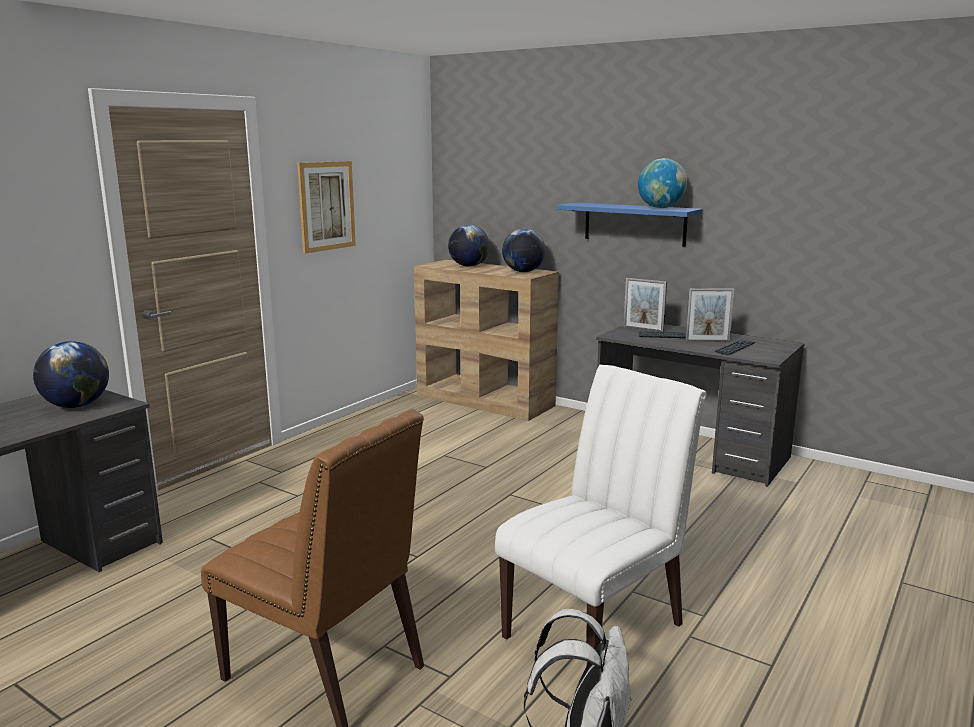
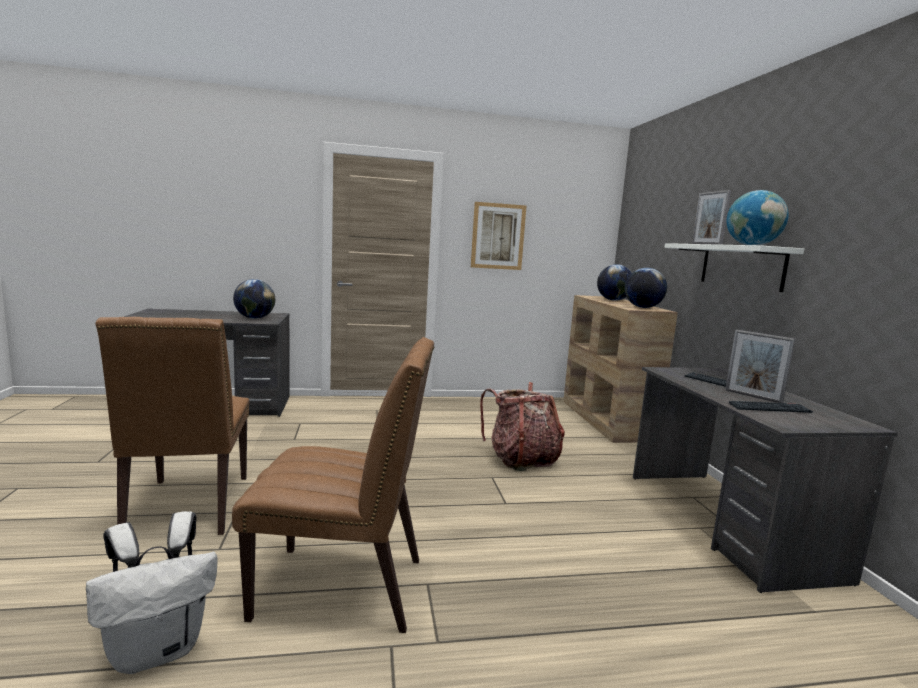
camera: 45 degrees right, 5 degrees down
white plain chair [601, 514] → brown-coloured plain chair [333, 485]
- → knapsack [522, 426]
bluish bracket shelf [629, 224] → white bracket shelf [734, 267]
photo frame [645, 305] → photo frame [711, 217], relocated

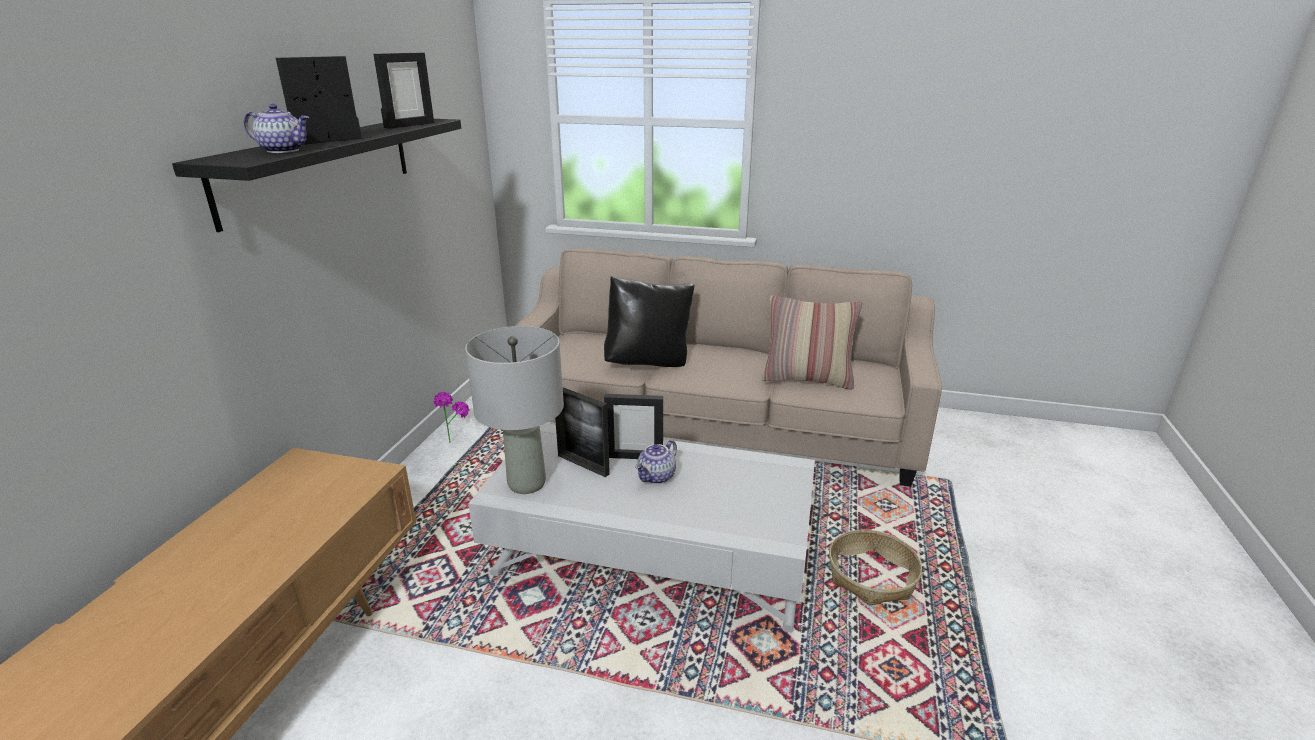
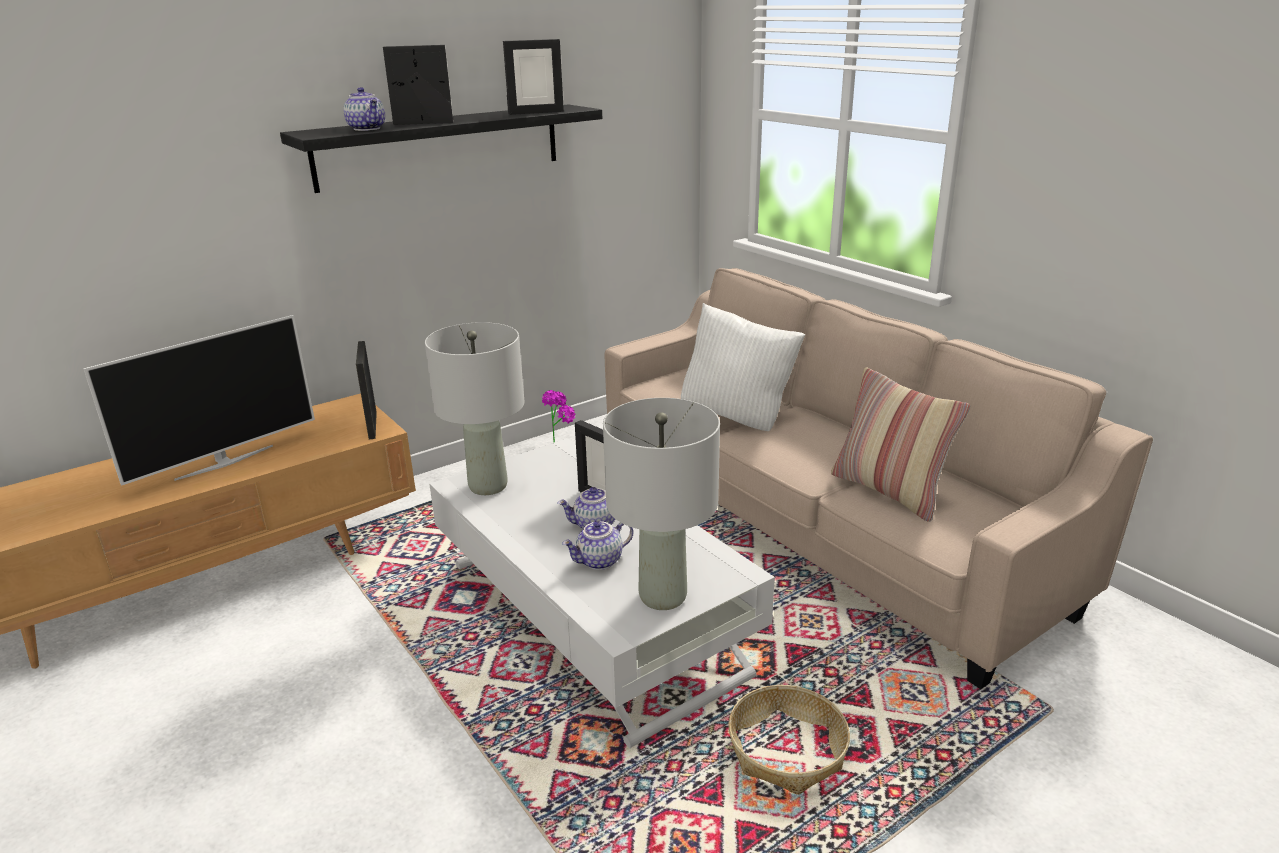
camera: 40 degrees right, 0 degrees up
- → TV [199, 400]
photo frame [582, 432] → photo frame [366, 390], relocated
- → pot for tea [597, 545]
- → gray lamp for a table [661, 504]
black pillow [649, 321] → white pillow [743, 367]

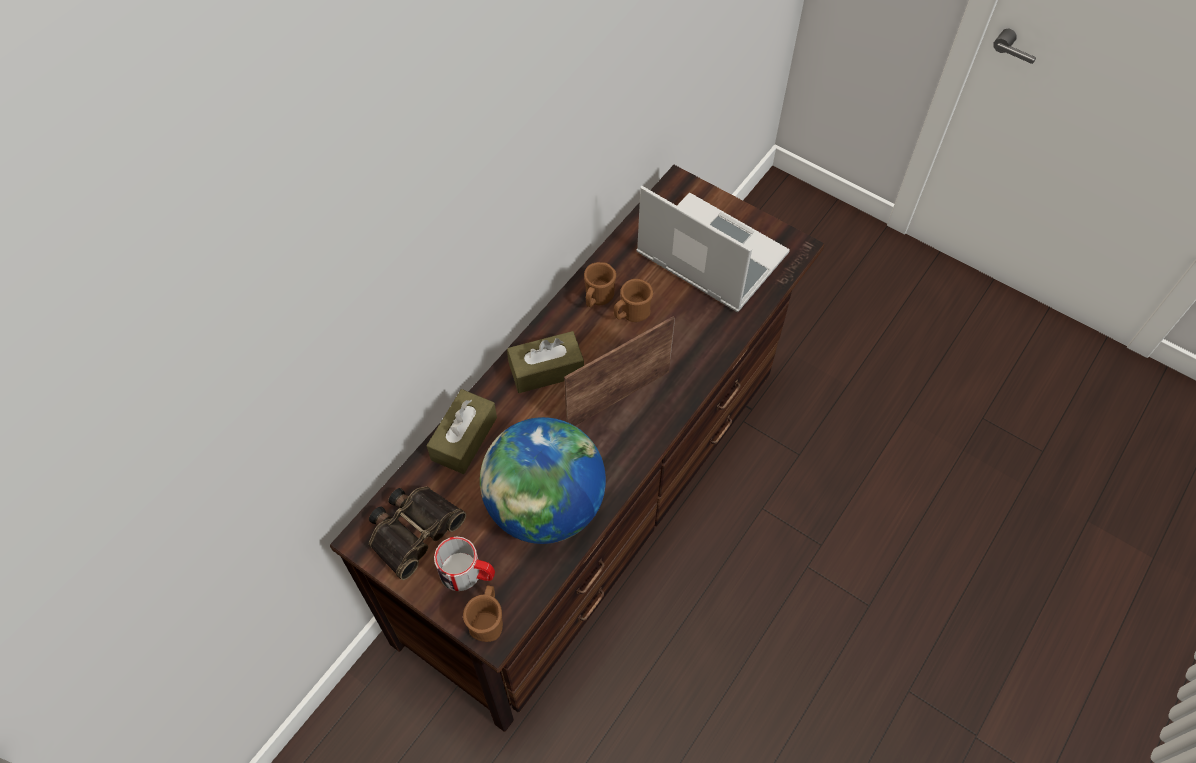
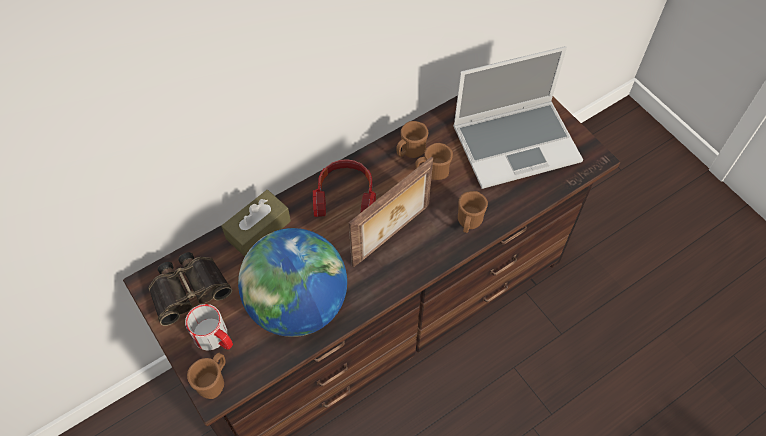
camera: 20 degrees right, 0 degrees up
brown-coloured box of tissues [545, 362] → pair of headphones [344, 188]
photo frame [619, 371] → photo frame [391, 212], 150 degrees clockwise
portable computer [713, 249] → portable computer [518, 117], 105 degrees clockwise
- → brown-coloured coffee mug [473, 212]

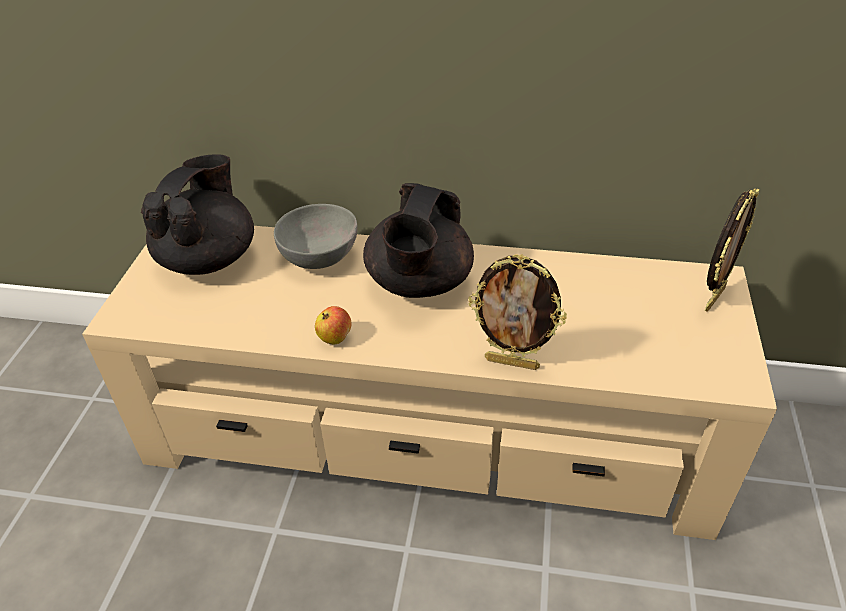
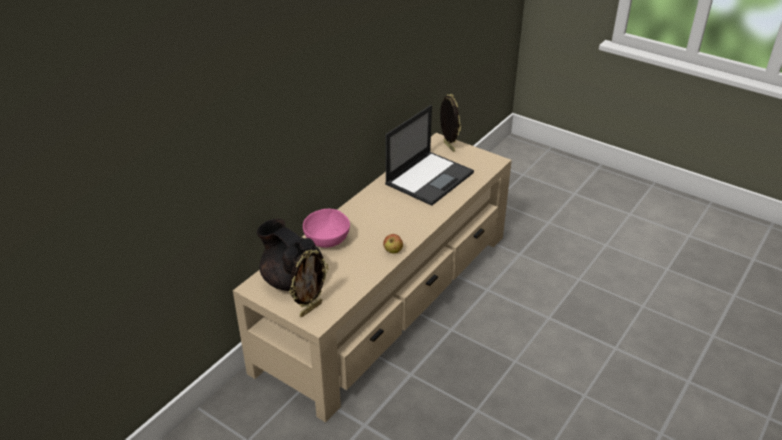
camera: 65 degrees left, 5 degrees down
photo frame [517, 312] → photo frame [309, 283], relocated
gray bowl [316, 236] → pinkish bowl [326, 228]
- → portable computer [429, 155]
black pot for tea [418, 240] → -

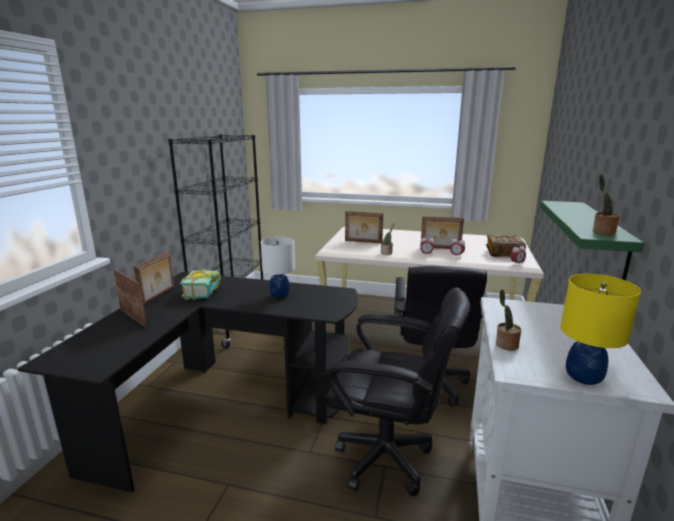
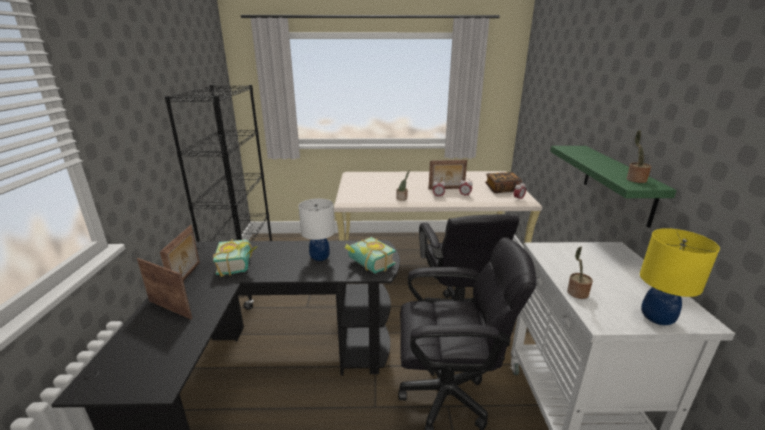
camera: 15 degrees left, 5 degrees up
- → volume [370, 255]
photo frame [364, 227] → -

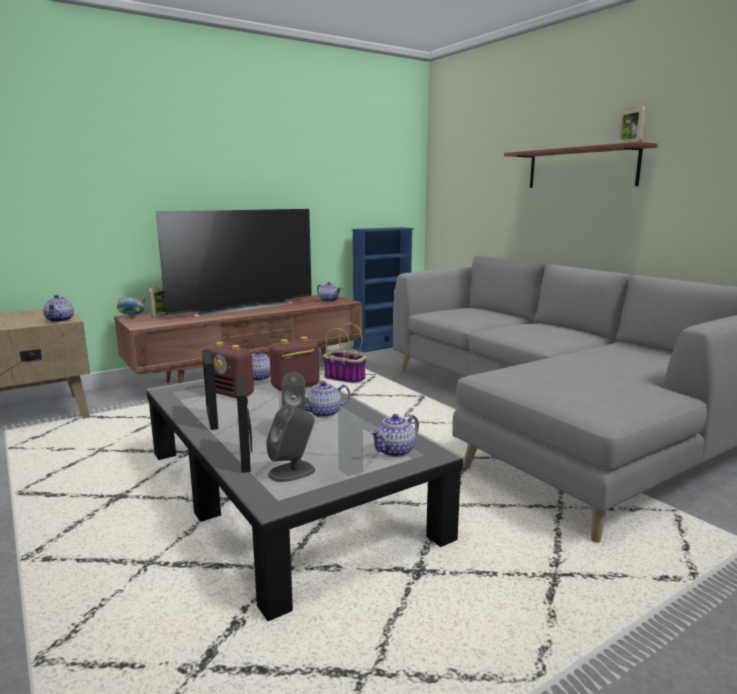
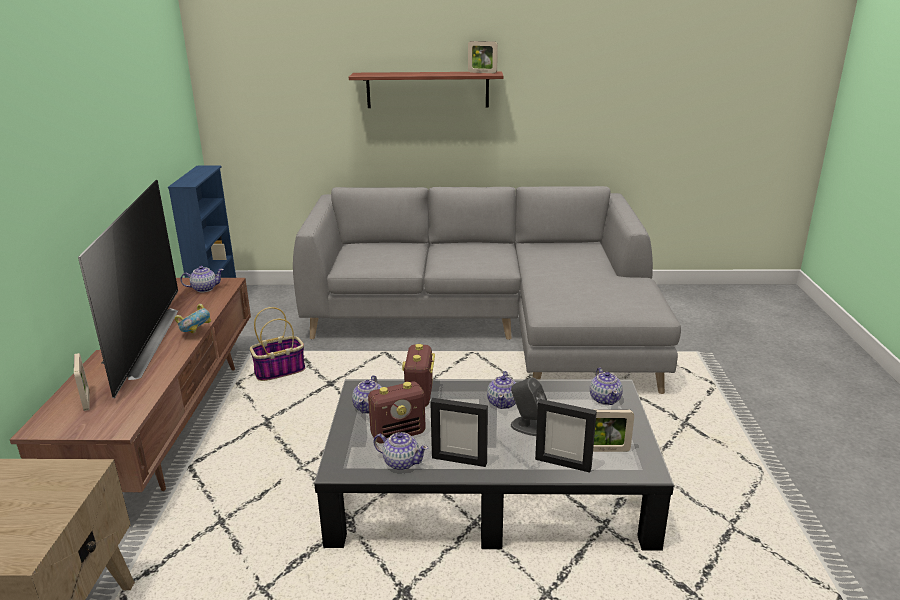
camera: 55 degrees left, 10 degrees up
bowl [131, 307] → bowl [192, 319], relocated
pot for tea [58, 308] → pot for tea [400, 451], relocated
gray audio speaker [290, 443] → photo frame [613, 430]

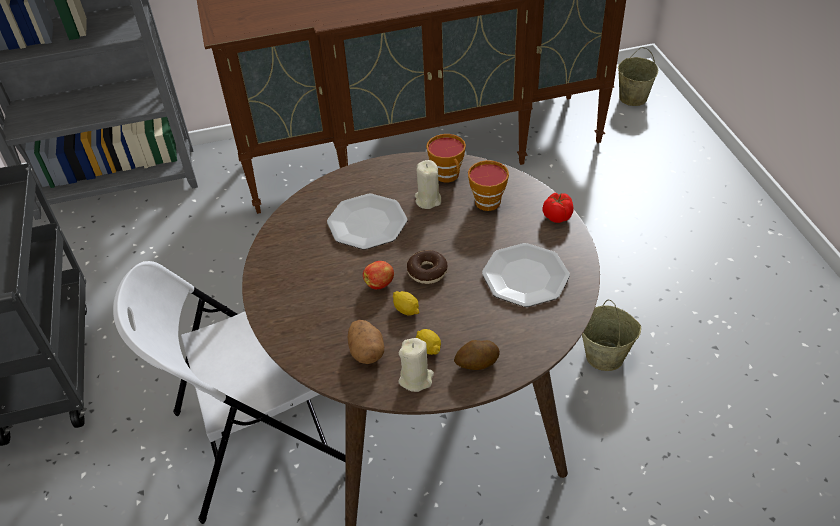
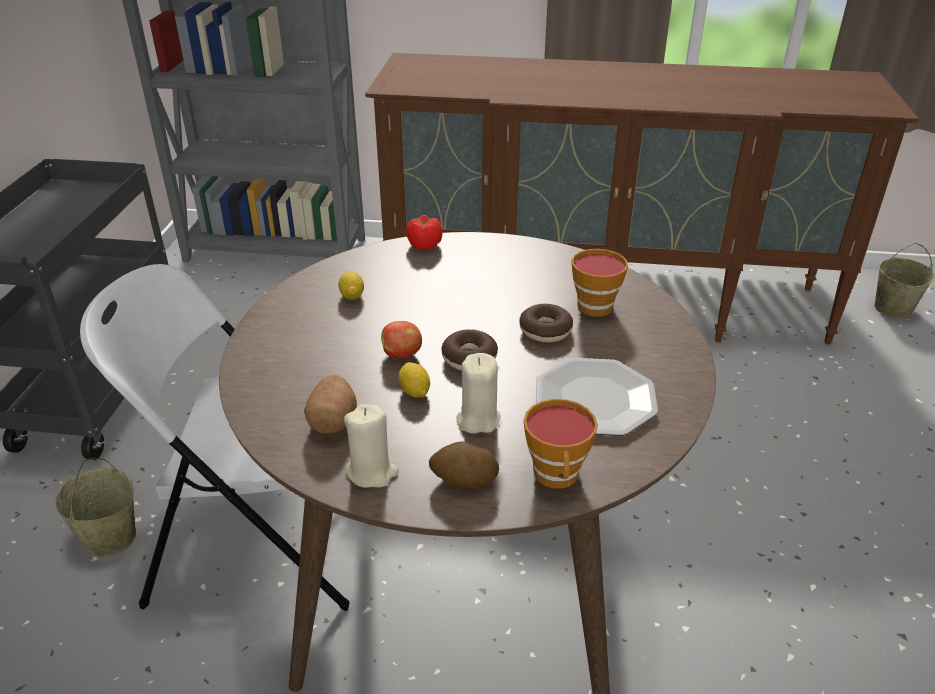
camera: 20 degrees right, 10 degrees down
beige-coloured water bucket [611, 335] → beige-coloured water bucket [95, 507], relocated
citrus fruit [428, 342] → citrus fruit [351, 285], relocated
fresh tomato [558, 207] → fresh tomato [424, 232], relocated
beige-coloured wax candle [428, 184] → beige-coloured wax candle [478, 393], relocated
- → donut [546, 323]
cup [446, 158] → cup [561, 444], relocated
plate [367, 221] → -

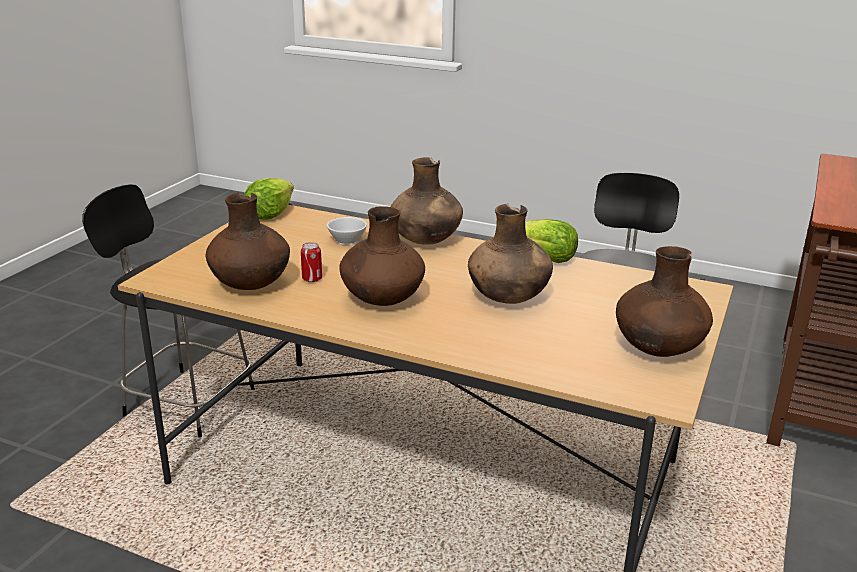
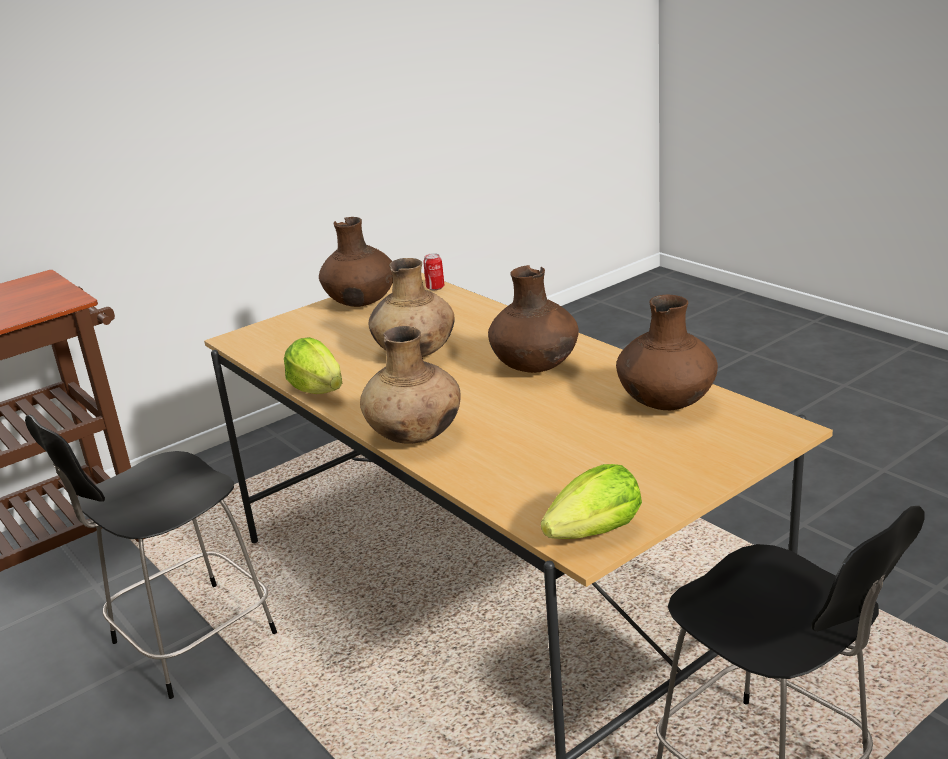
camera: 150 degrees left, 0 degrees up
can [311, 262] → can [433, 271], relocated
white cup [347, 231] → -

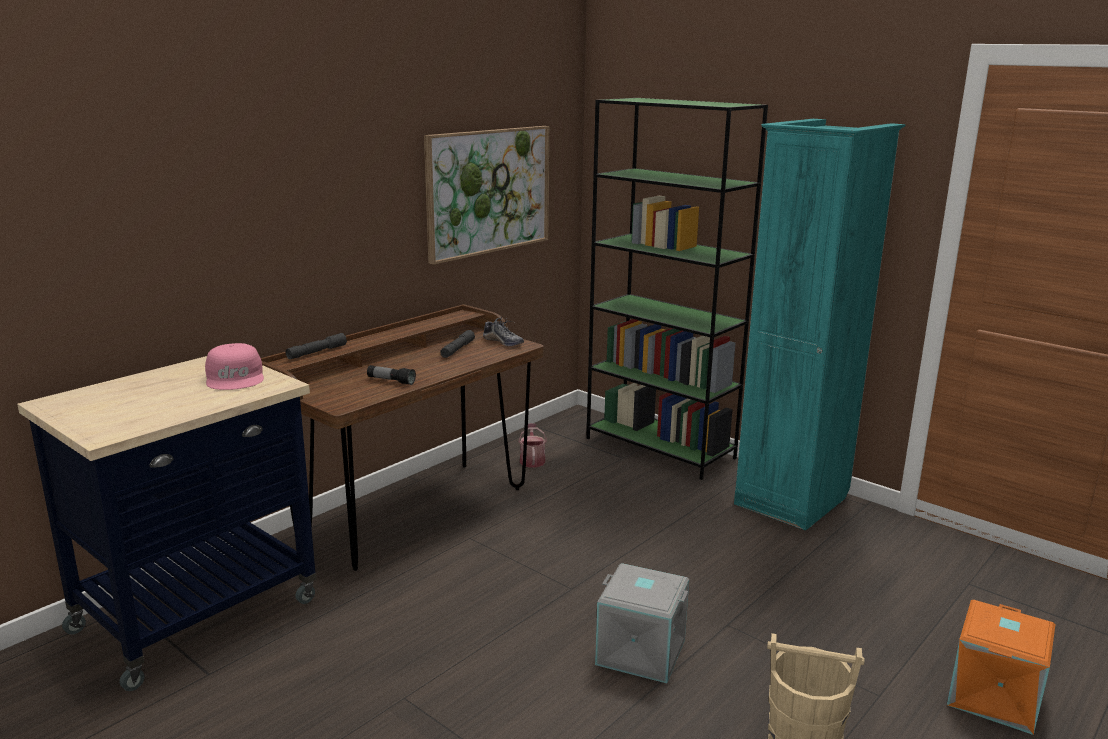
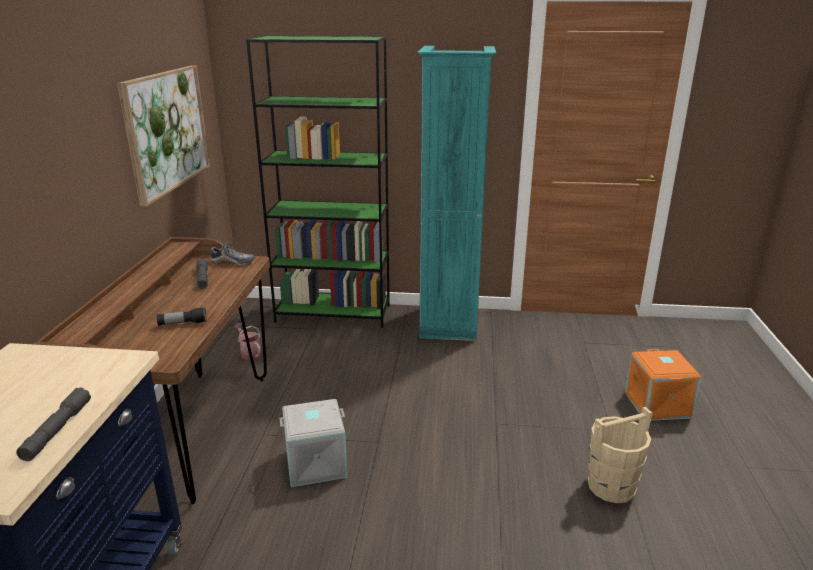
camera: 35 degrees left, 5 degrees up
gray torch [316, 346] → gray torch [53, 424], relocated
gray storage container [642, 623] → gray storage container [313, 443], relocated
pinkish peaked cap [234, 366] → -

